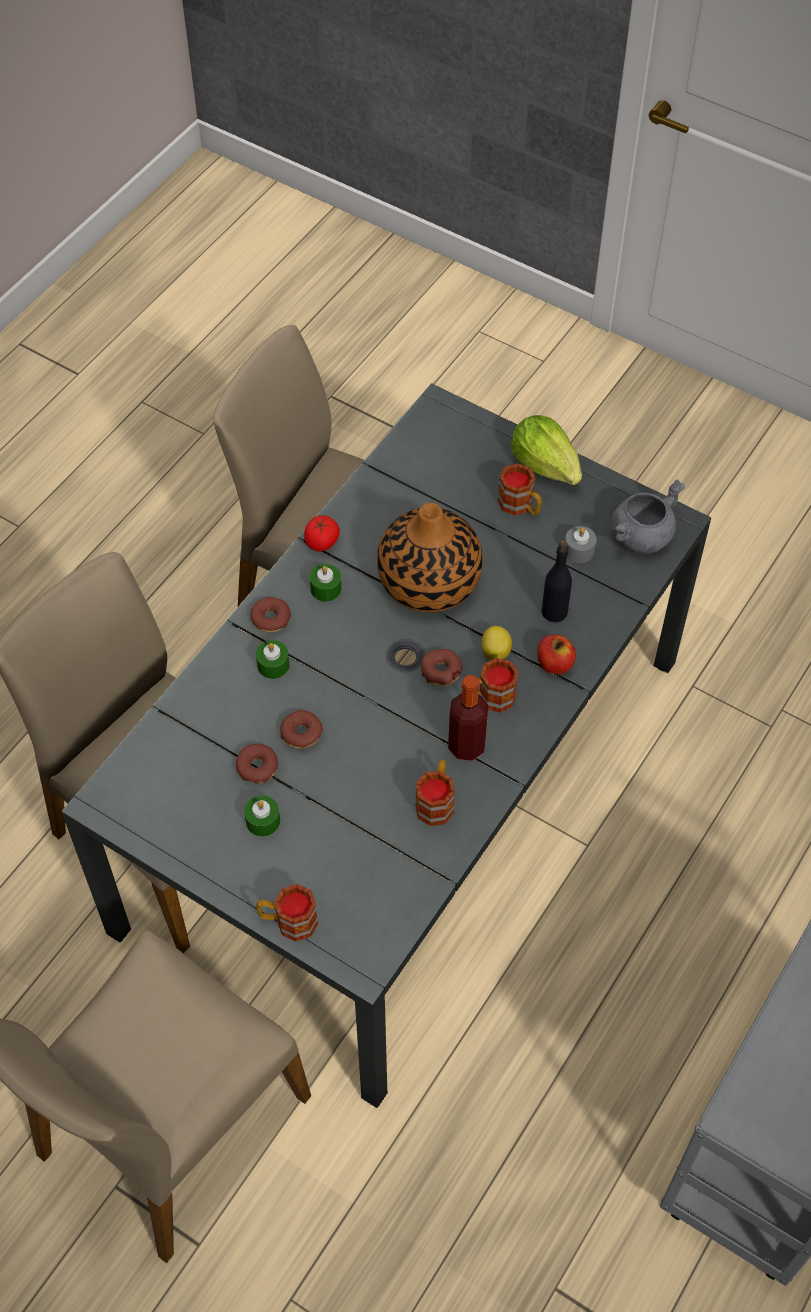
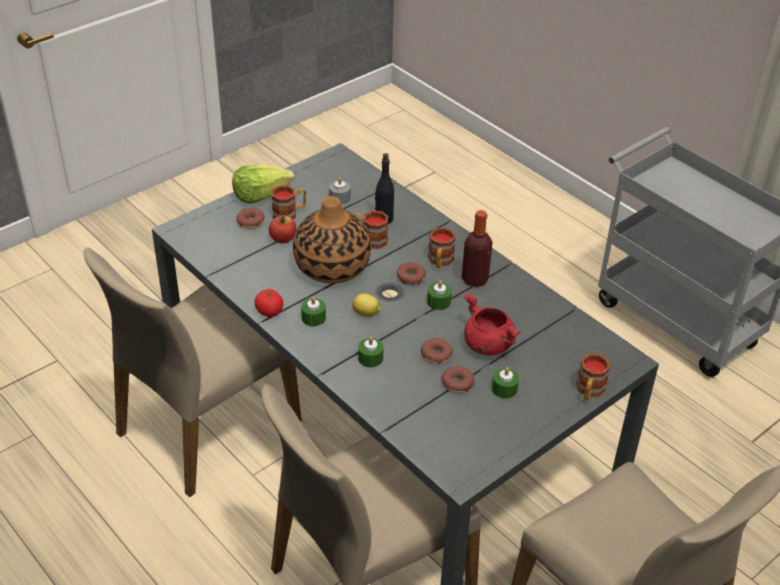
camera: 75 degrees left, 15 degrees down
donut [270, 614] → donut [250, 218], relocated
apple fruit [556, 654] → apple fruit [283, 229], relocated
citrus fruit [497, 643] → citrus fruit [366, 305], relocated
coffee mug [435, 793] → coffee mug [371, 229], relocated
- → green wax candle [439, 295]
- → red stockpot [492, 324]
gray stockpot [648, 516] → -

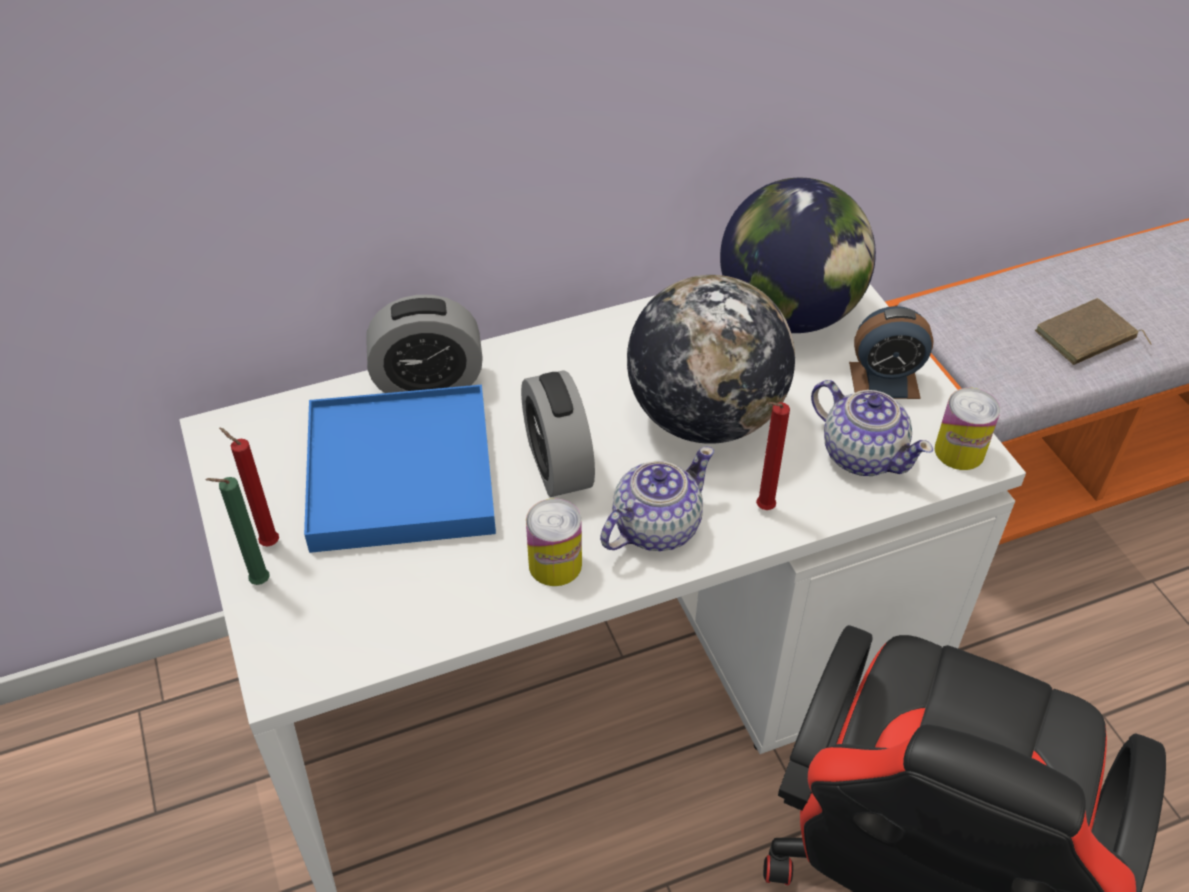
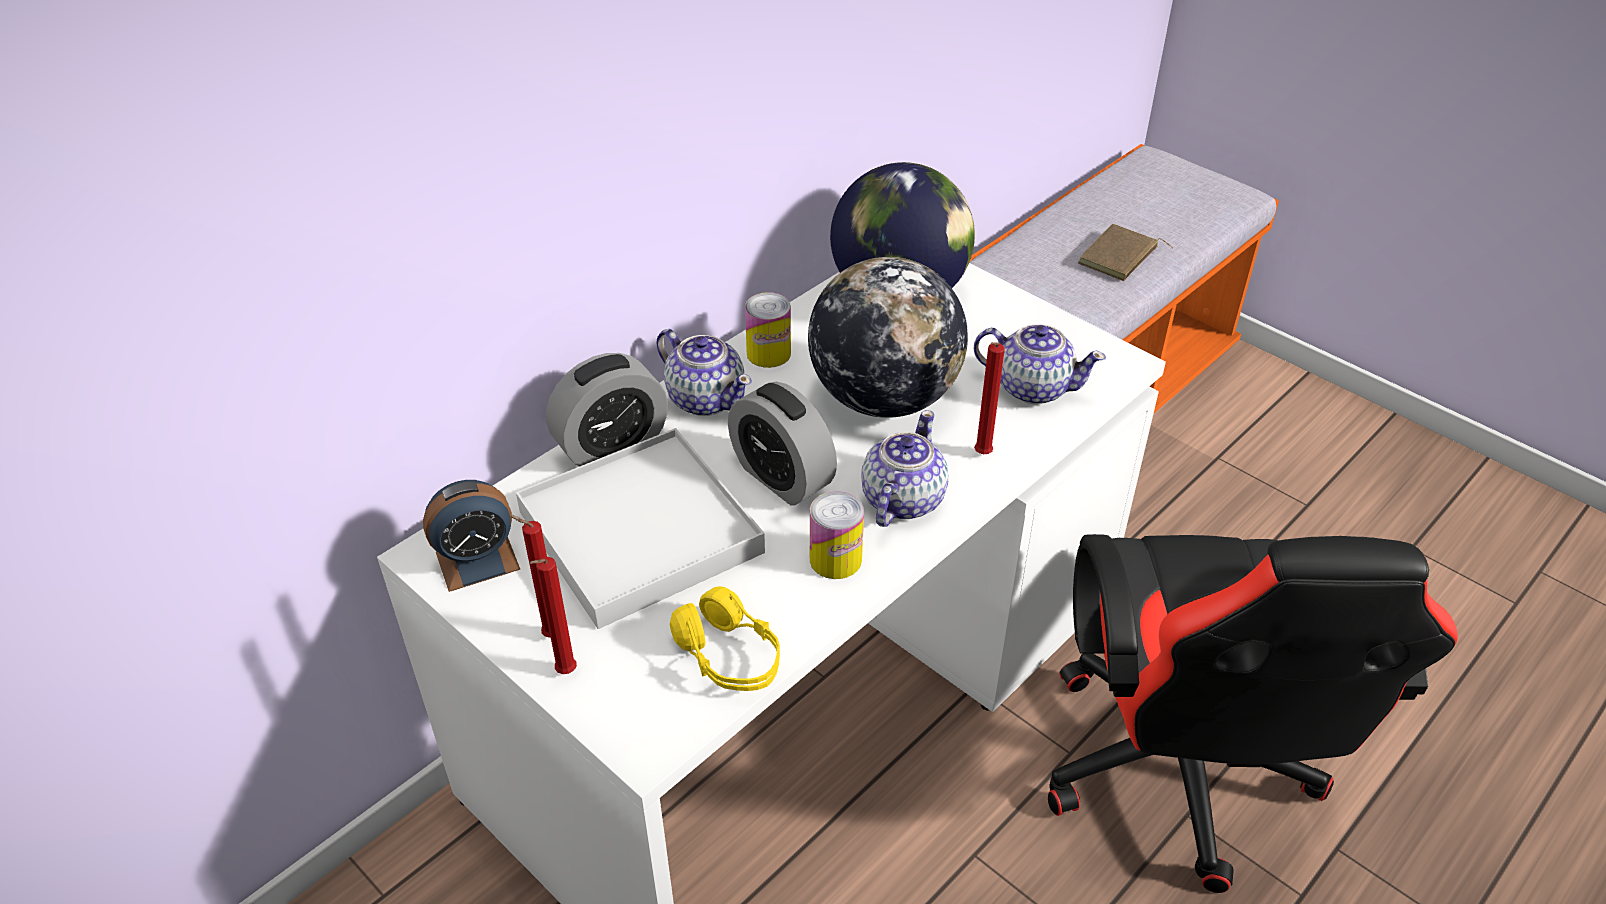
camera: 25 degrees left, 5 degrees down
bedside clock [891, 352] → bedside clock [471, 536], relocated
bluish serving tray [400, 469] → white serving tray [640, 528]
green wax candle [237, 531] → red wax candle [553, 615]
- → pot for tea [704, 372]
- → yellowish pair of headphones [725, 638]
can [968, 429] → can [768, 330], relocated

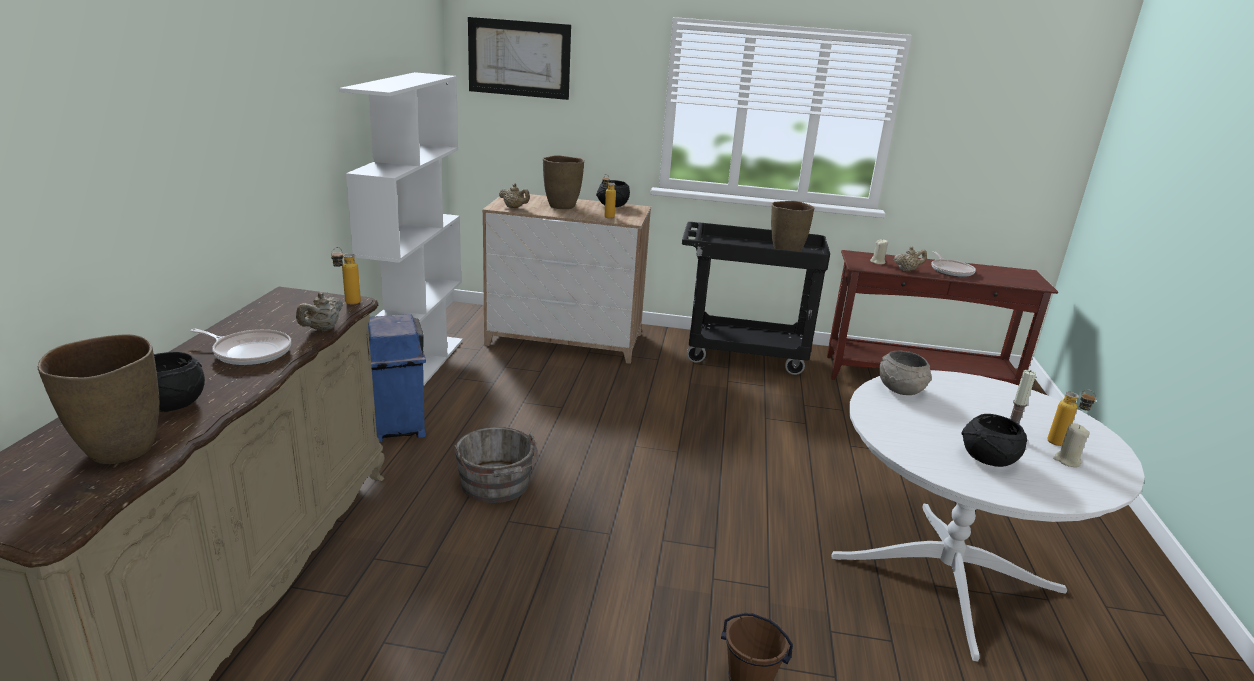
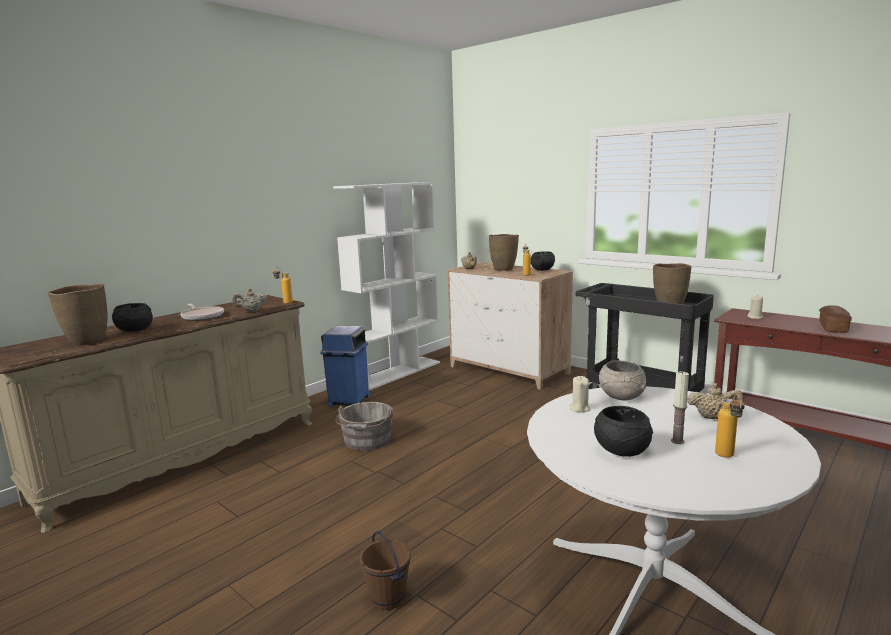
camera: 35 degrees right, 10 degrees down
beige-coloured wax candle [1071, 445] → beige-coloured wax candle [579, 394], relocated
beige-coloured pot for tea [910, 259] → beige-coloured pot for tea [715, 401], relocated
frying pan [953, 264] → baked bread [835, 319]
picture [519, 58] → -

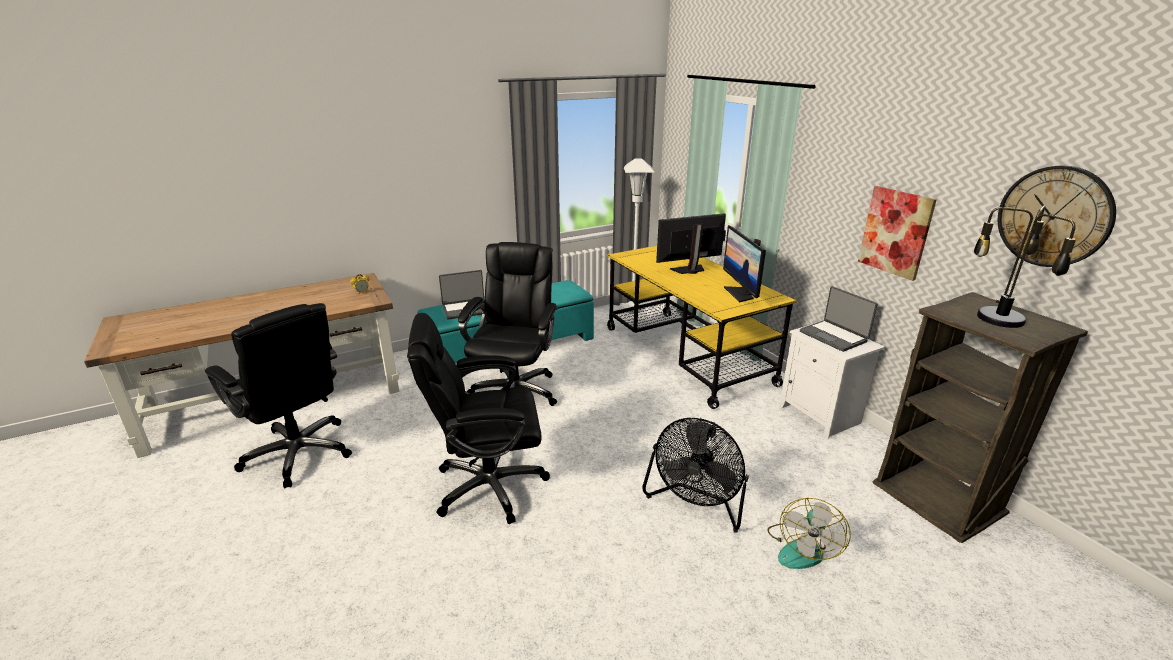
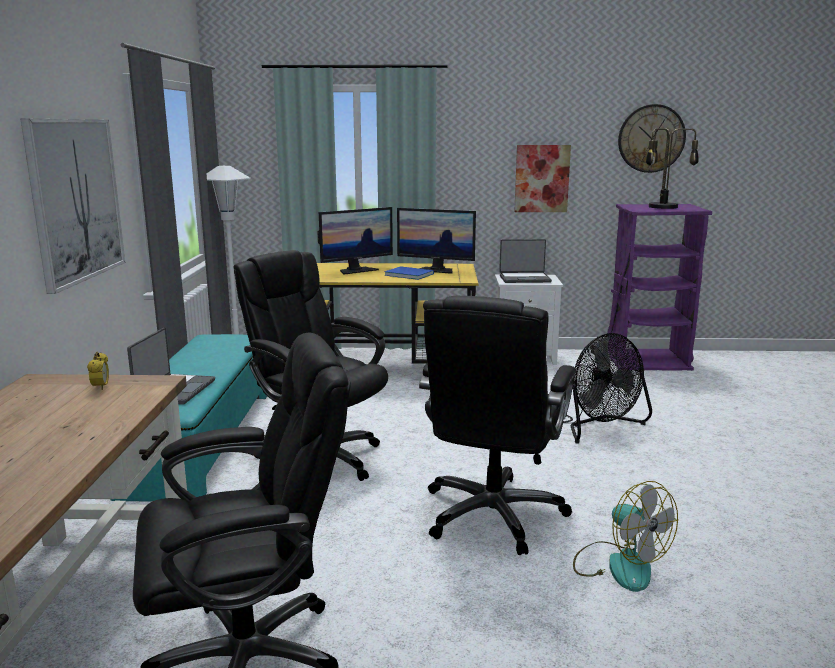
camera: 60 degrees left, 10 degrees down
- → picture [73, 206]
computer screen [691, 243] → computer screen [355, 241], 135 degrees counterclockwise
- → bluish volume [409, 273]
electric fan [809, 533] → electric fan [625, 536], relocated
brown-coloured bookcase [980, 417] → purple bookcase [659, 287]

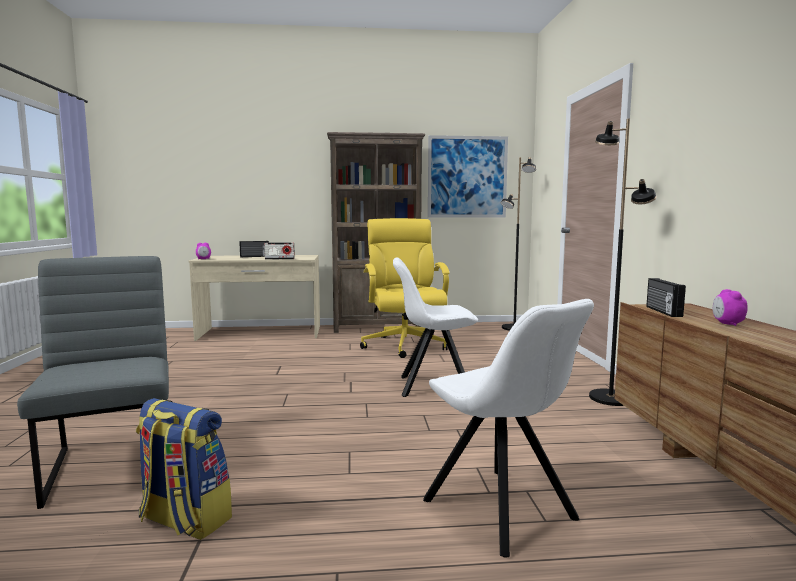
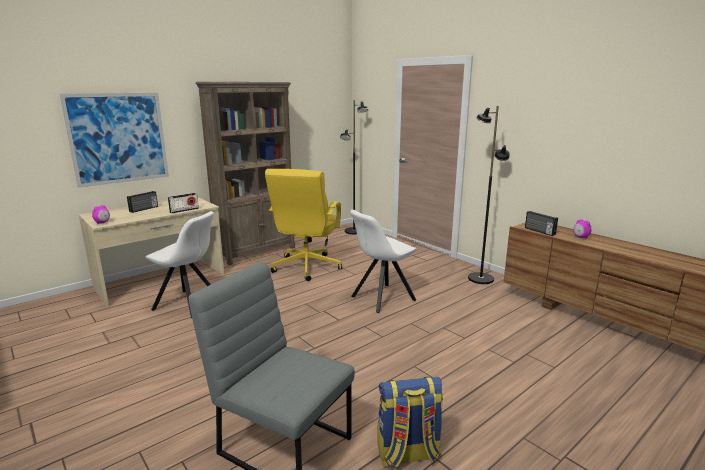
camera: 35 degrees left, 10 degrees up
picture [468, 176] → picture [114, 140], relocated
white plain chair [508, 428] → white plain chair [180, 264], relocated
yellowish desk chair [405, 288] → yellowish desk chair [303, 225], 120 degrees counterclockwise

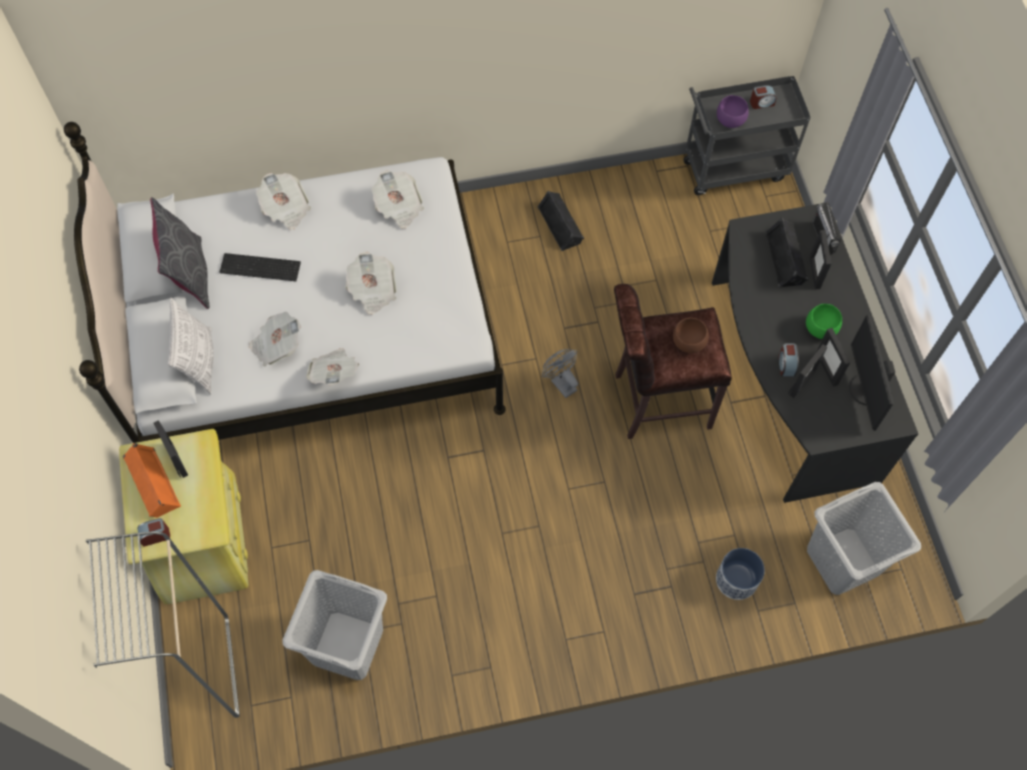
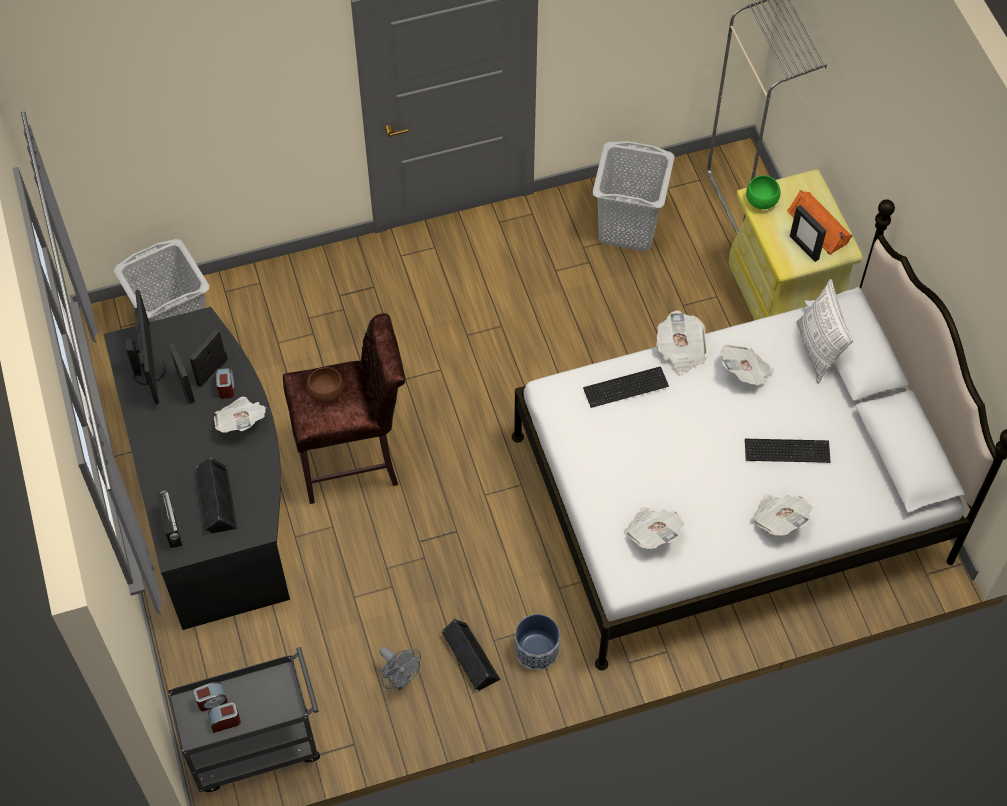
camera: 175 degrees right, 5 degrees down
bedside clock [153, 532] → bedside clock [210, 696], relocated
daily paper [371, 283] → daily paper [240, 414], relocated
gray electric fan [560, 373] → gray electric fan [400, 668], relocated
planter [740, 574] → planter [537, 642], relocated
- → PC keyboard [626, 387]
green bowl [824, 321] → green bowl [763, 192], relocated
gray pillow [179, 253] → -
purple bowl [733, 111] → -
photo frame [820, 259] → -

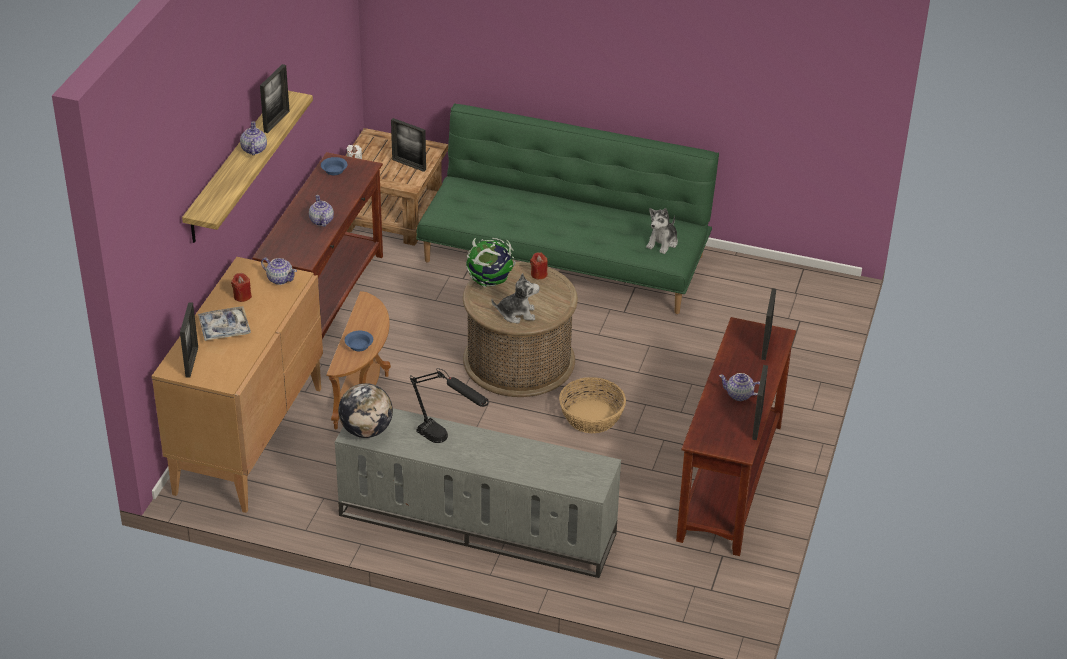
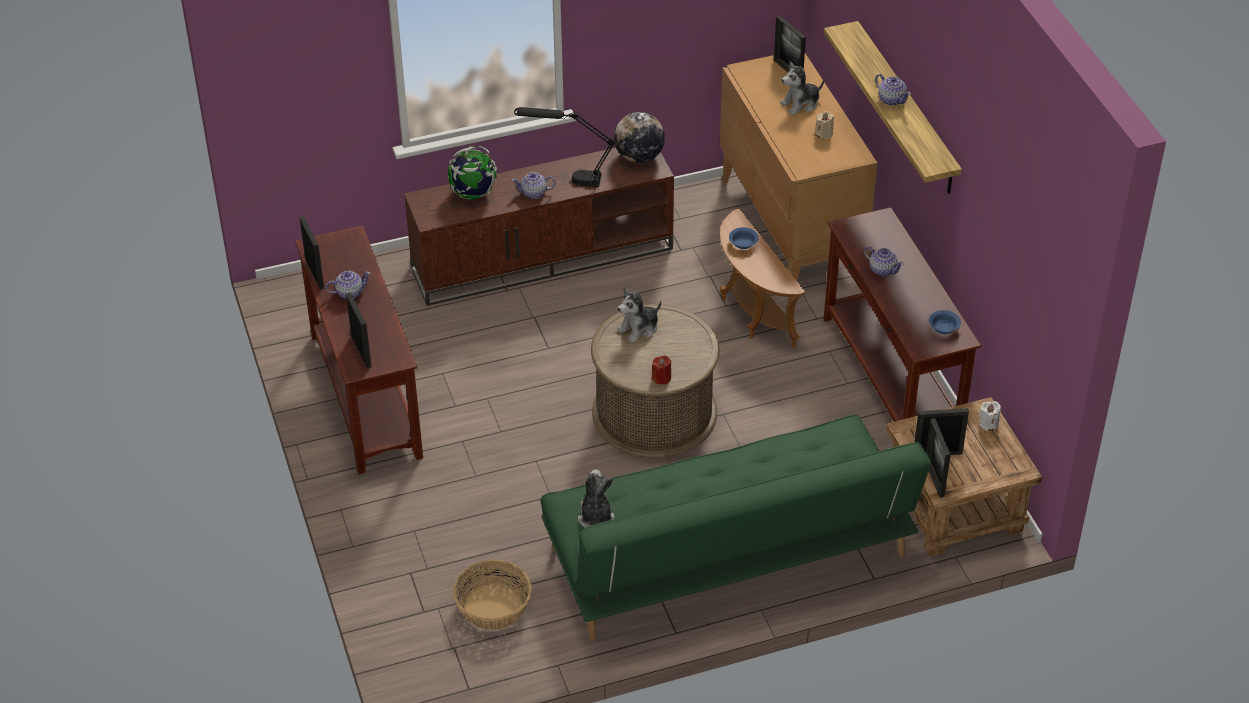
camera: 145 degrees right, 5 degrees up
gray tv stand [478, 493] → brown-coloured tv stand [539, 227]
world globe [491, 262] → world globe [472, 173], relocated
household basket [592, 405] → household basket [492, 595], relocated
pot for tea [279, 271] → pot for tea [534, 185], relocated
serving tray [224, 323] → plush toy [802, 88]
red wax candle [241, 287] → beige-coloured wax candle [824, 125]
photo frame [275, 98] → photo frame [938, 458], relocated

